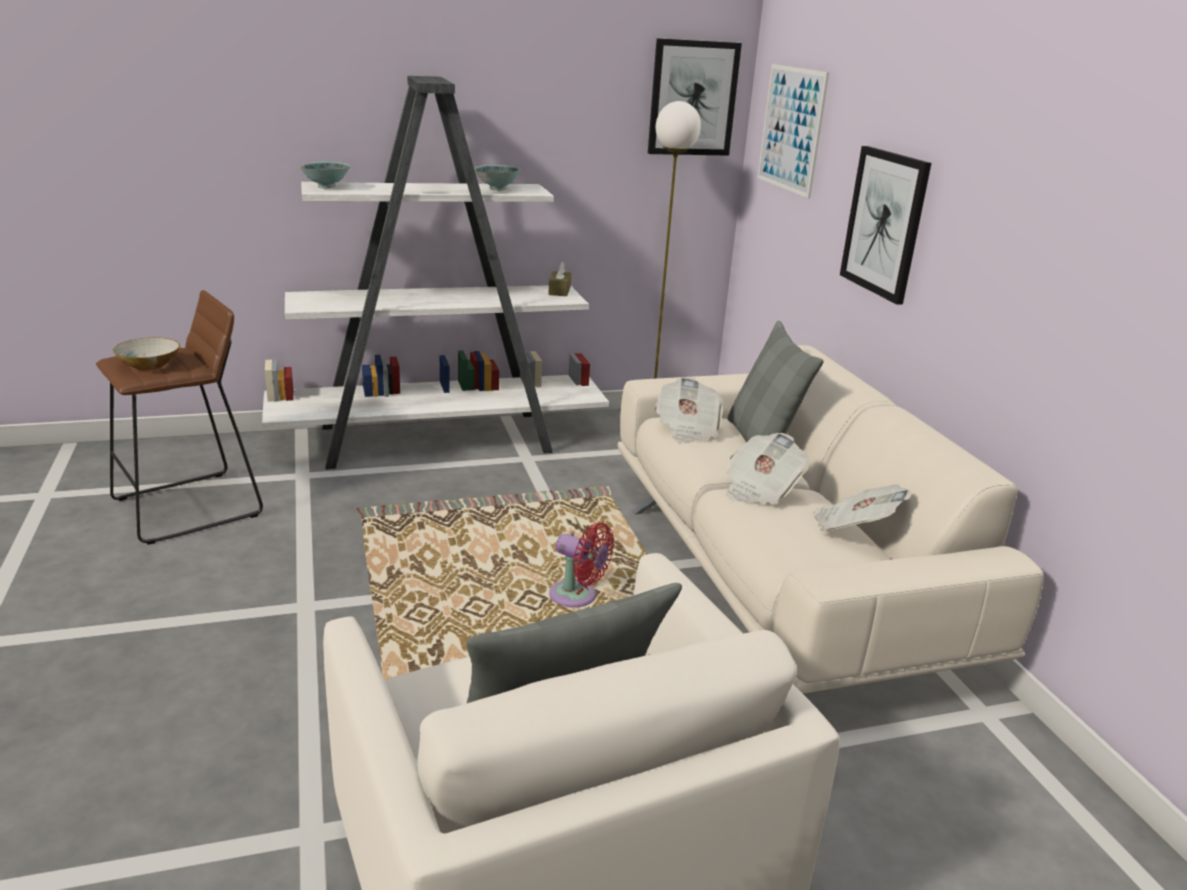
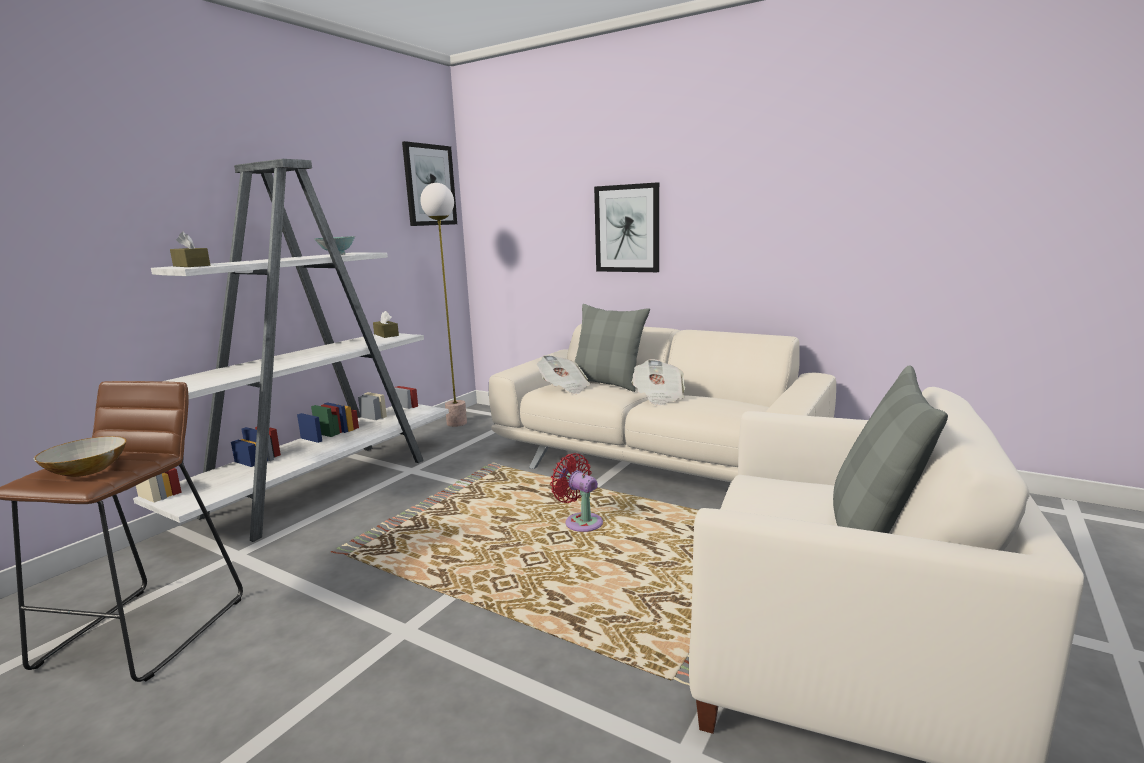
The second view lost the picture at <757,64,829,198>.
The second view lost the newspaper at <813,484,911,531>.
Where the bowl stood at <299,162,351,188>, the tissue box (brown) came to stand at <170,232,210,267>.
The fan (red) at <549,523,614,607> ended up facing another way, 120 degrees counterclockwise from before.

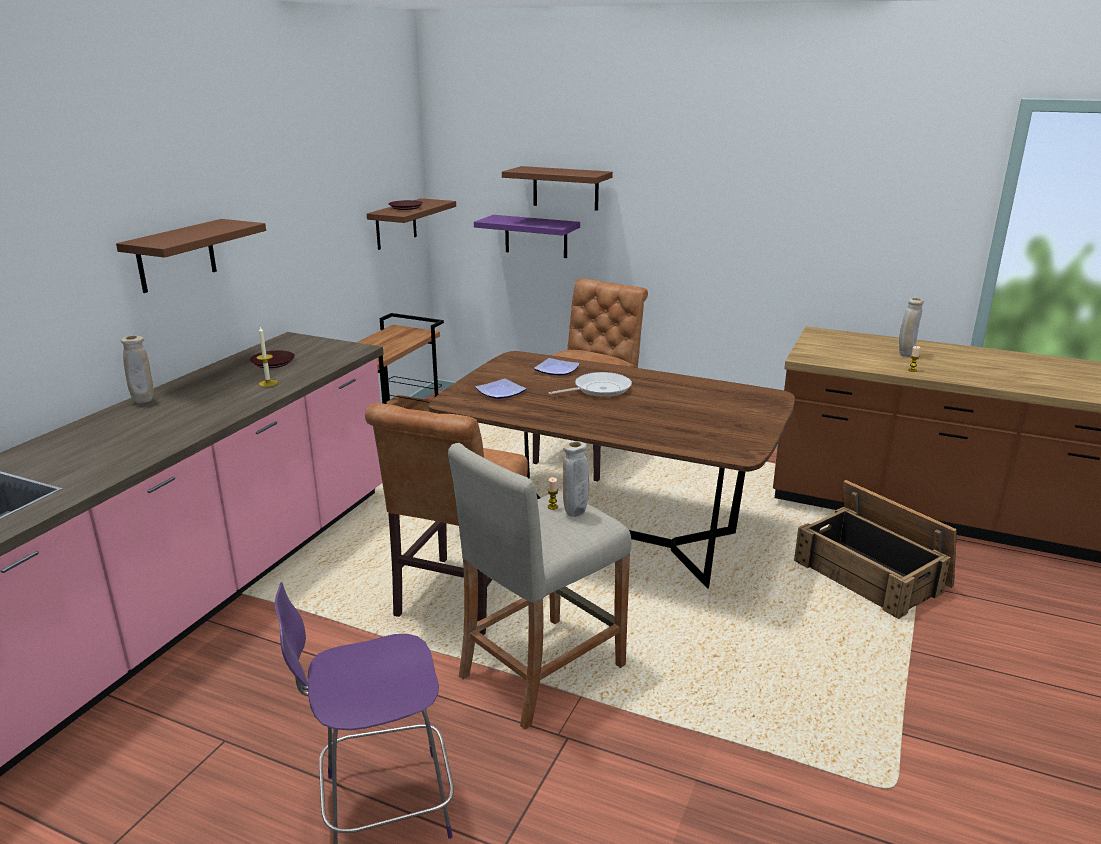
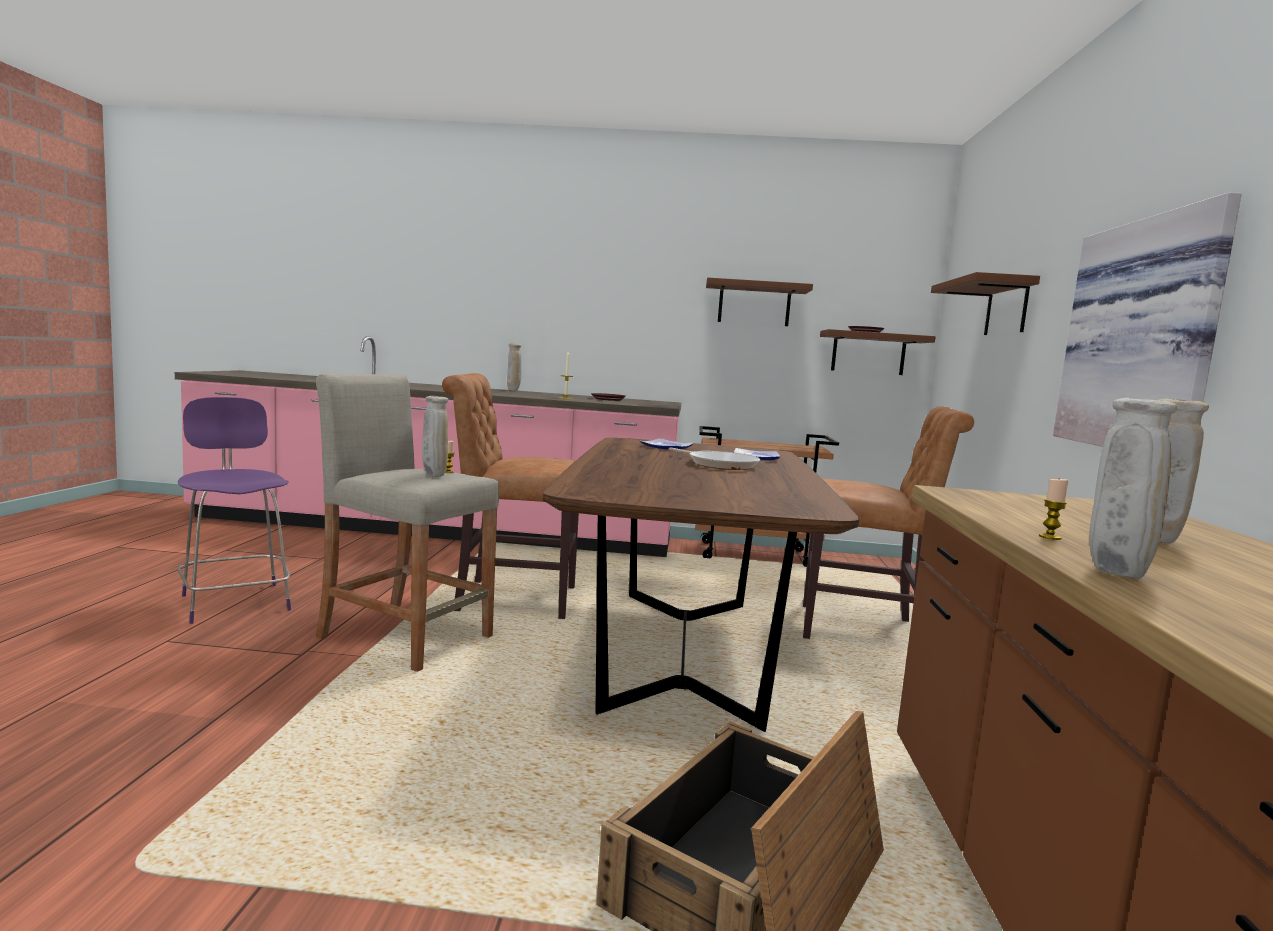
The second view lost the shelf (purple) at <474,215,580,258>.
The second view gained the picture at <1053,192,1242,447>.
The second view gained the vase (beige) at <1089,398,1177,578>.
The shelf (brown) ended up elsewhere, having gone from <116,219,266,293> to <706,277,813,326>.

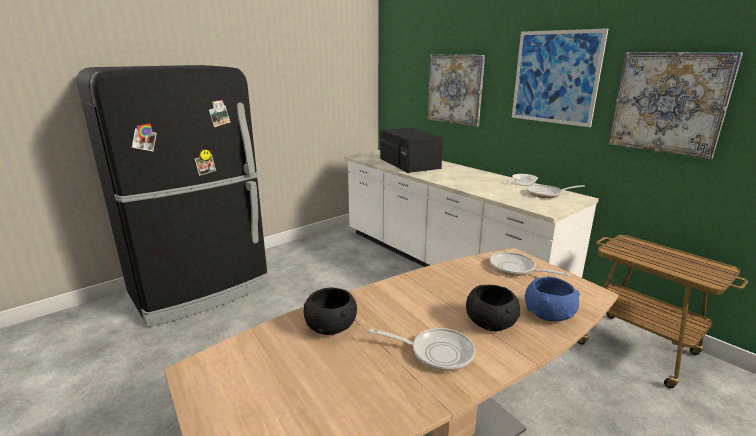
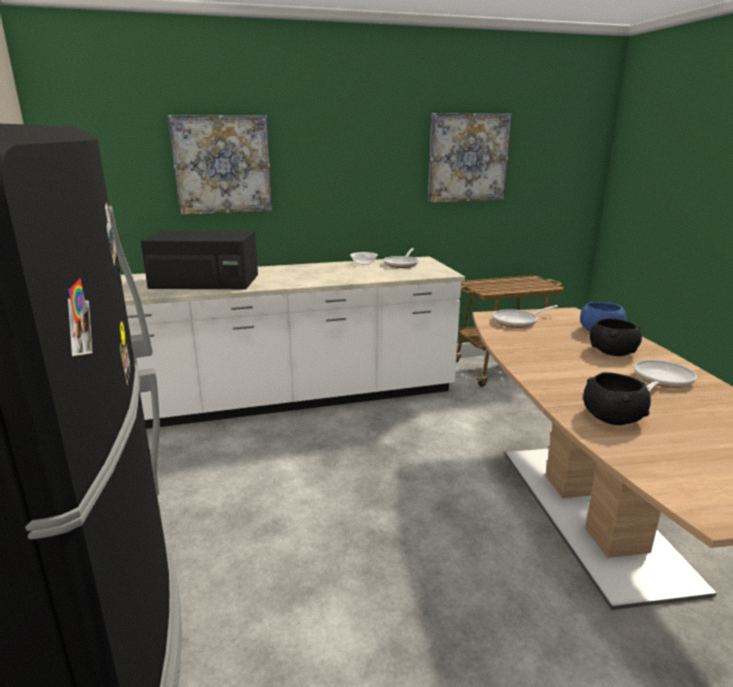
The second view lost the picture at <512,28,608,127>.

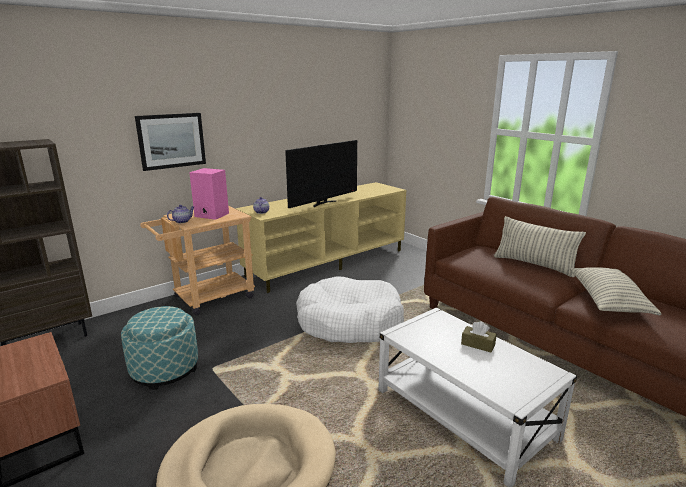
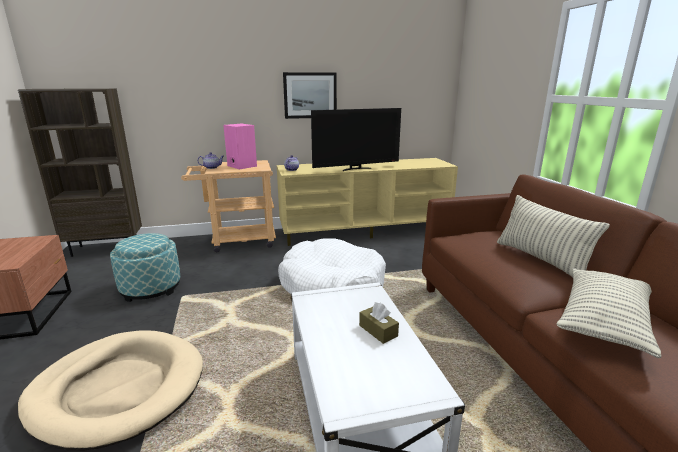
The picture ended up elsewhere, having gone from <135,113,206,171> to <283,72,337,119>.

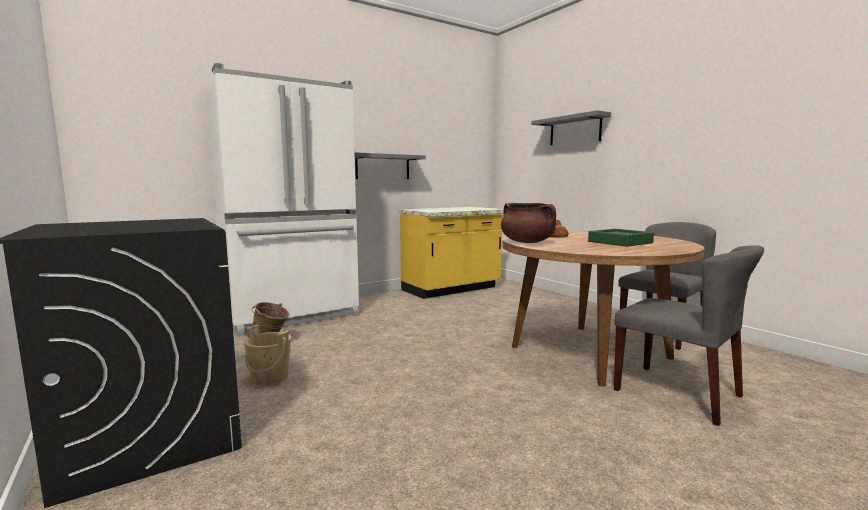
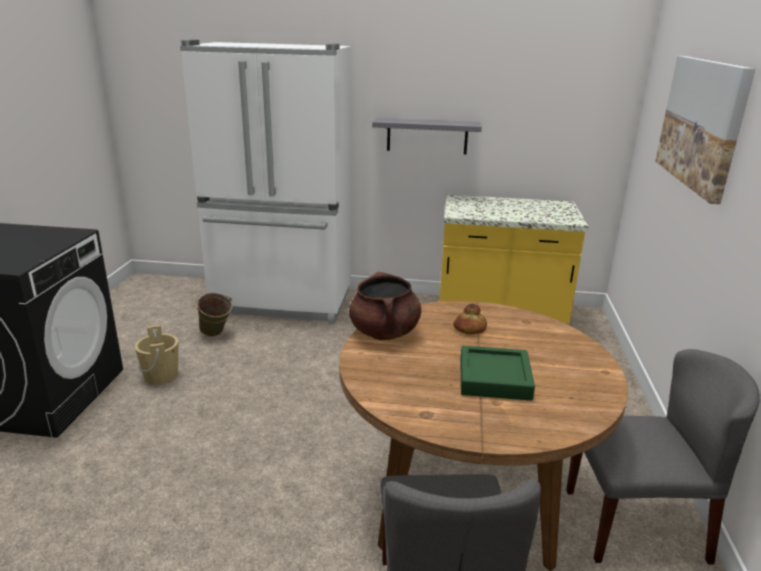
Where the shelf (grey) hung at <531,110,611,146>, the picture came to hang at <655,56,755,204>.

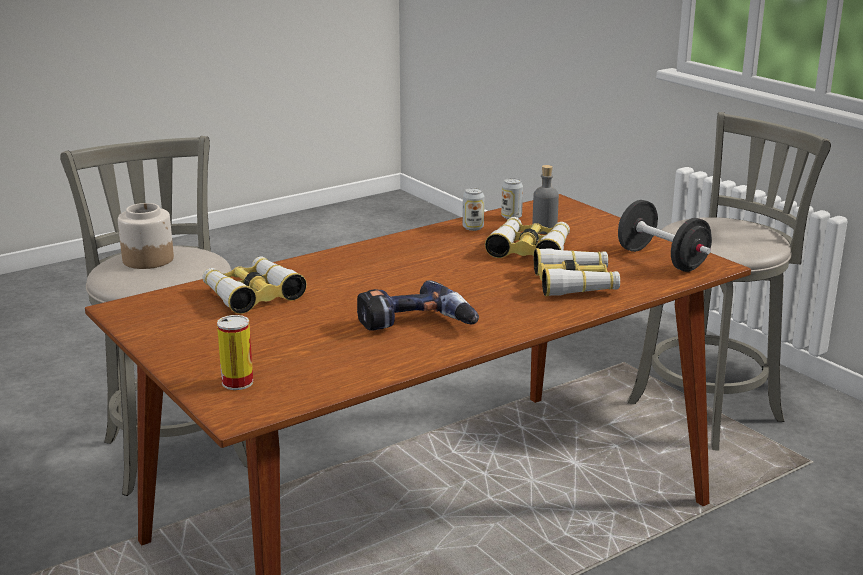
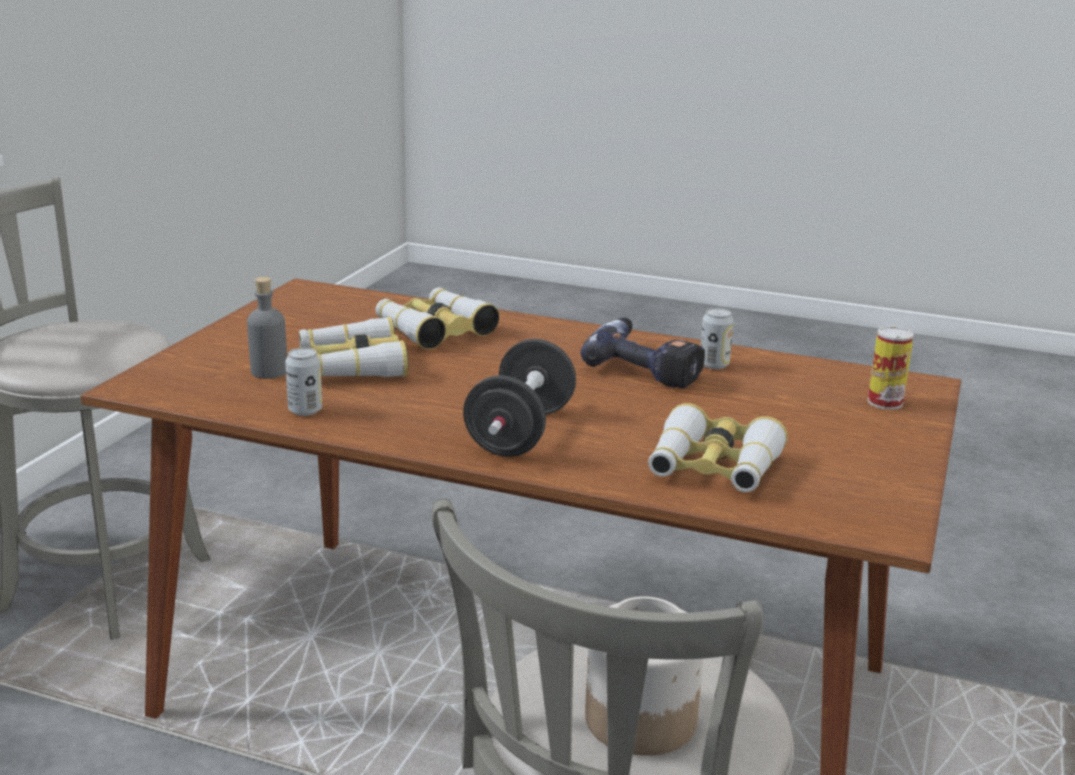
The can ended up elsewhere, having gone from <501,178,523,219> to <700,308,734,369>.
The dumbbell (black) ended up elsewhere, having gone from <618,200,712,272> to <463,339,576,457>.

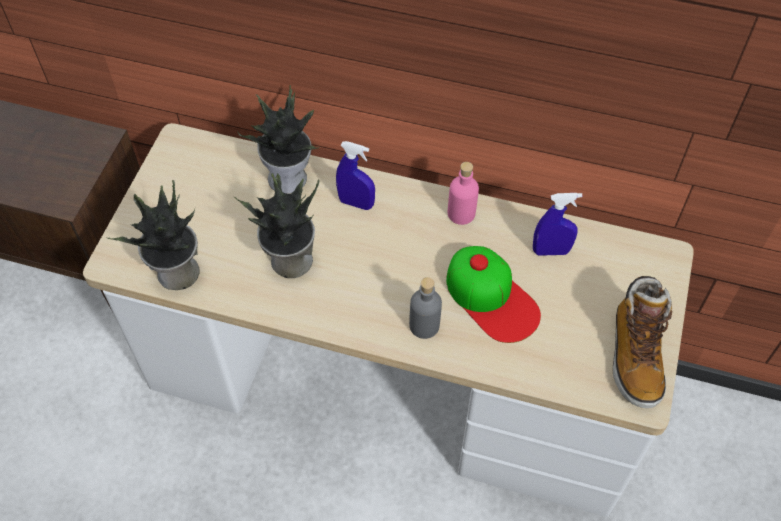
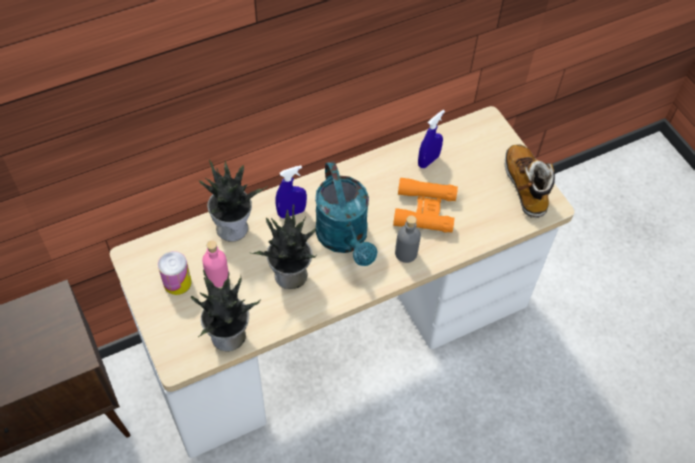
The second view gained the can at <158,251,191,295>.
The second view gained the watering can (turquoise) at <315,161,378,266>.
The bottle (pink) ended up elsewhere, having gone from <448,162,479,225> to <202,240,228,288>.
Where the cap stood at <446,246,541,343>, the binoculars (orange) came to stand at <393,177,458,233>.
The boot at <612,276,672,408> ended up facing another way, 150 degrees counterclockwise from before.

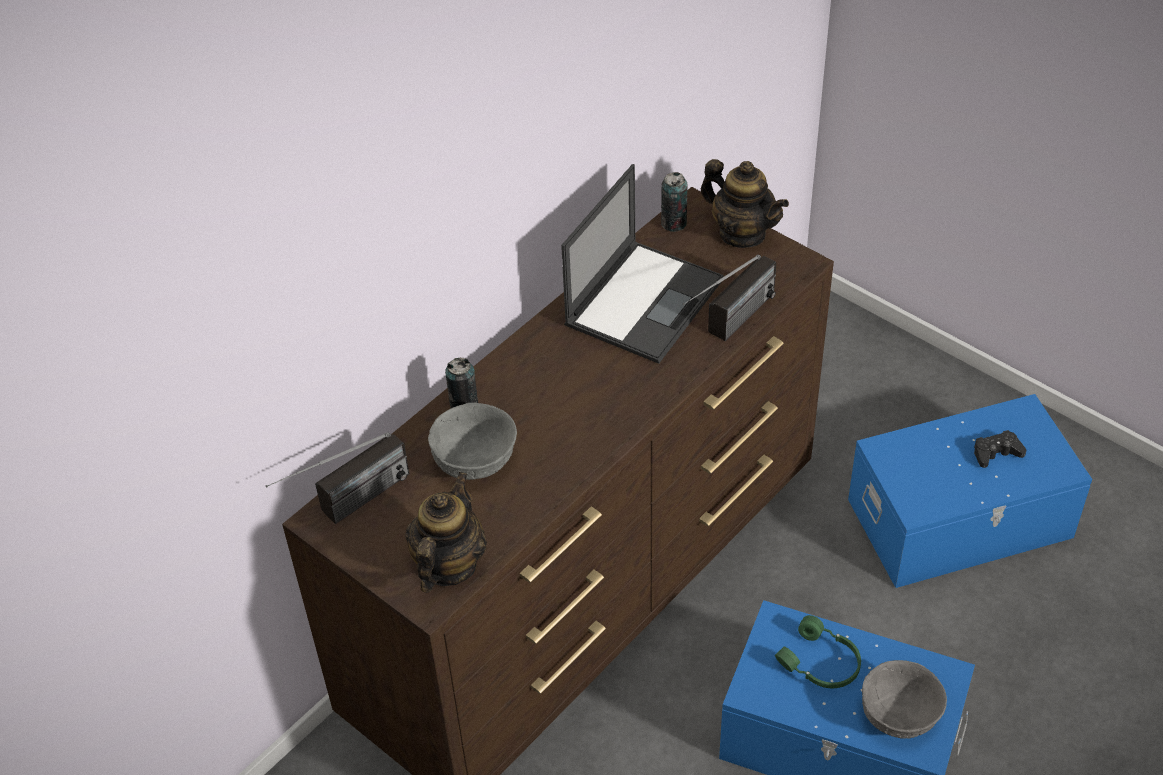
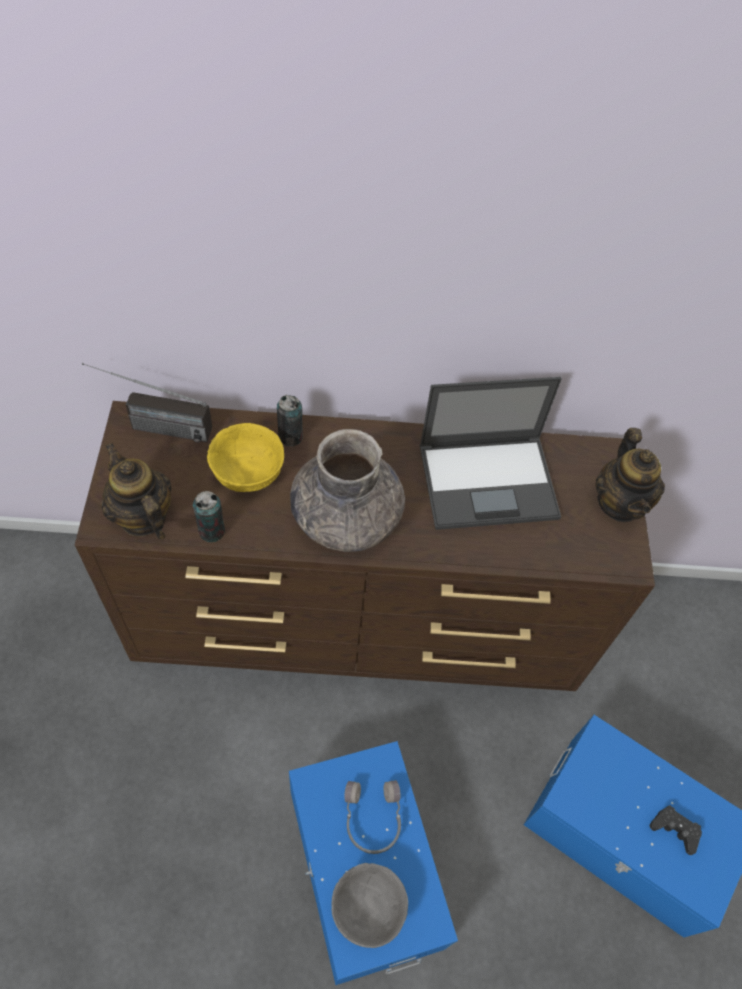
The second view lost the radio at <682,255,777,341>.
The second view gained the vase (grey) at <290,429,405,552>.
The can ended up elsewhere, having gone from <661,172,688,232> to <193,491,225,542>.
What was the bowl (grey) at <428,403,517,480> turned into the bowl (yellow) at <207,423,284,492>.
What was the headphones (green) at <775,615,861,688> turned into the headphones (grey) at <345,780,401,854>.
The teapot at <405,472,487,593> ended up facing another way, 105 degrees counterclockwise from before.

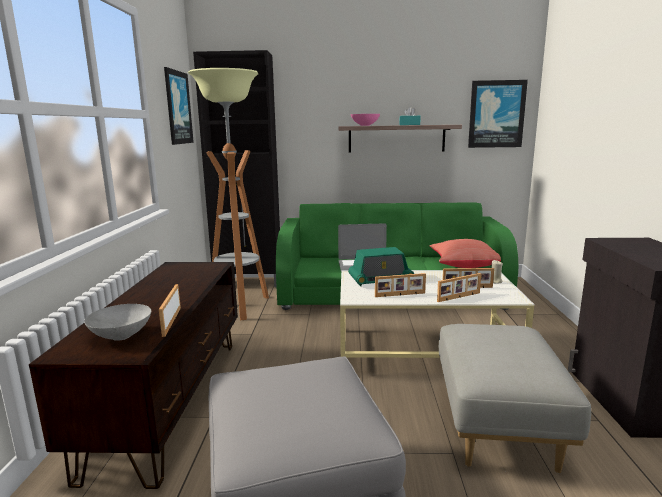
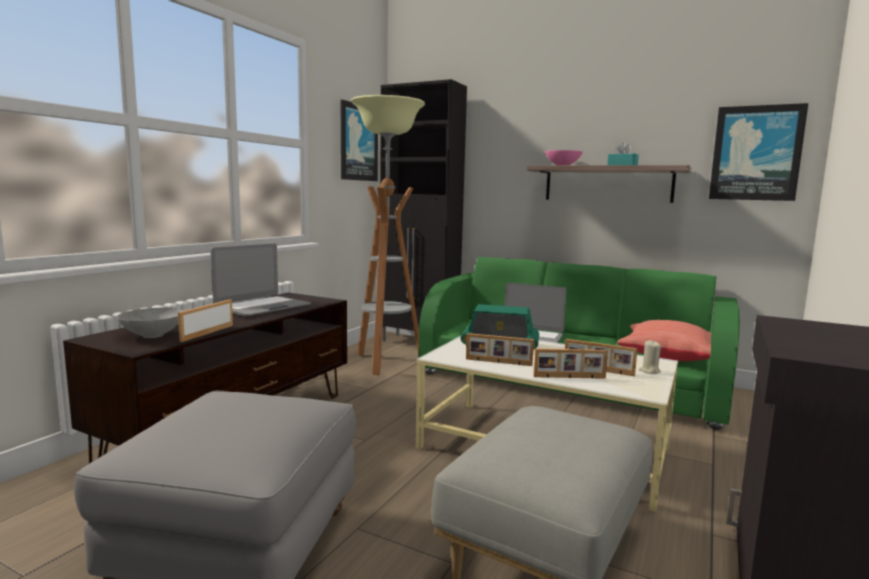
The second view gained the laptop at <210,243,311,316>.

